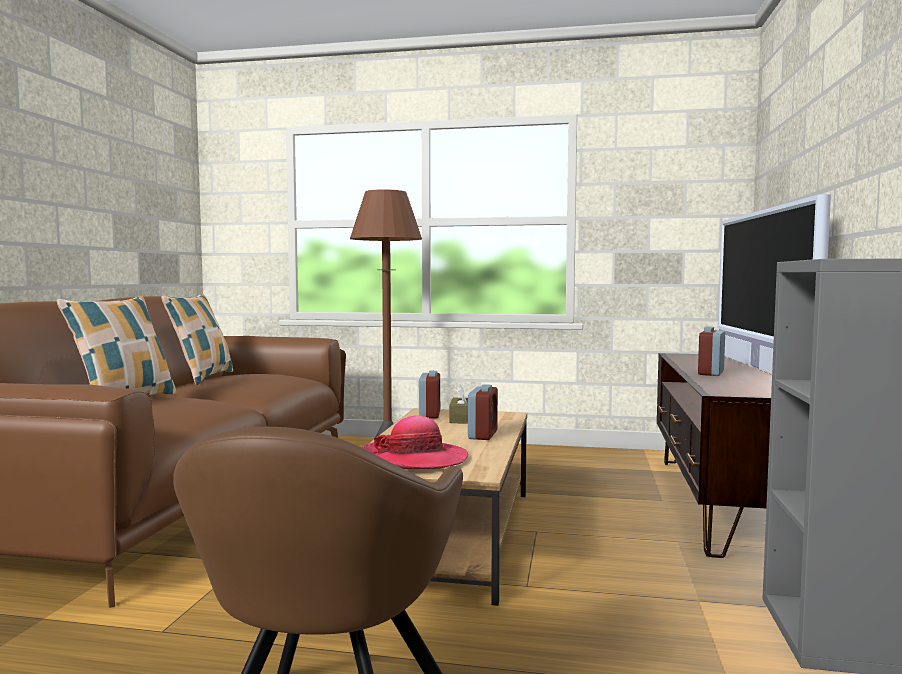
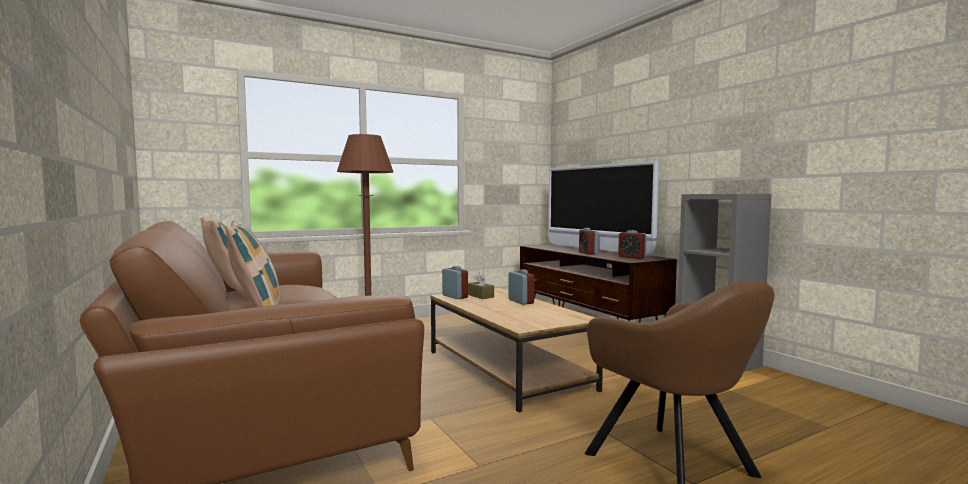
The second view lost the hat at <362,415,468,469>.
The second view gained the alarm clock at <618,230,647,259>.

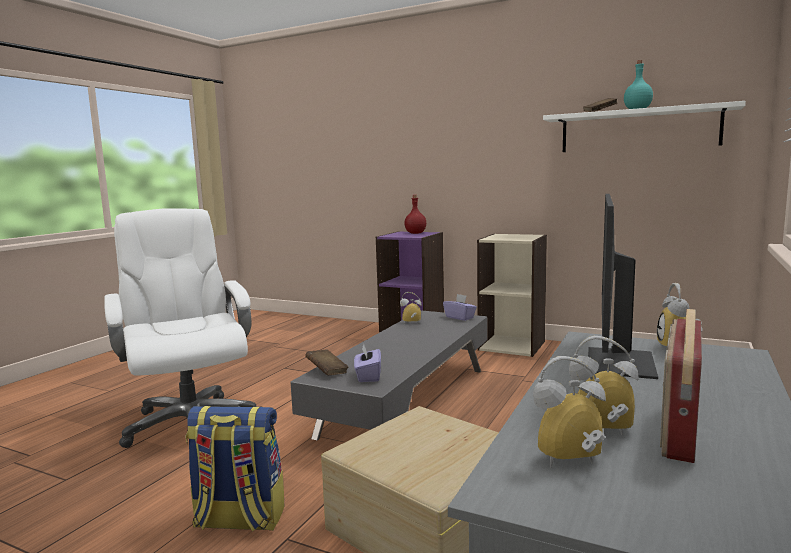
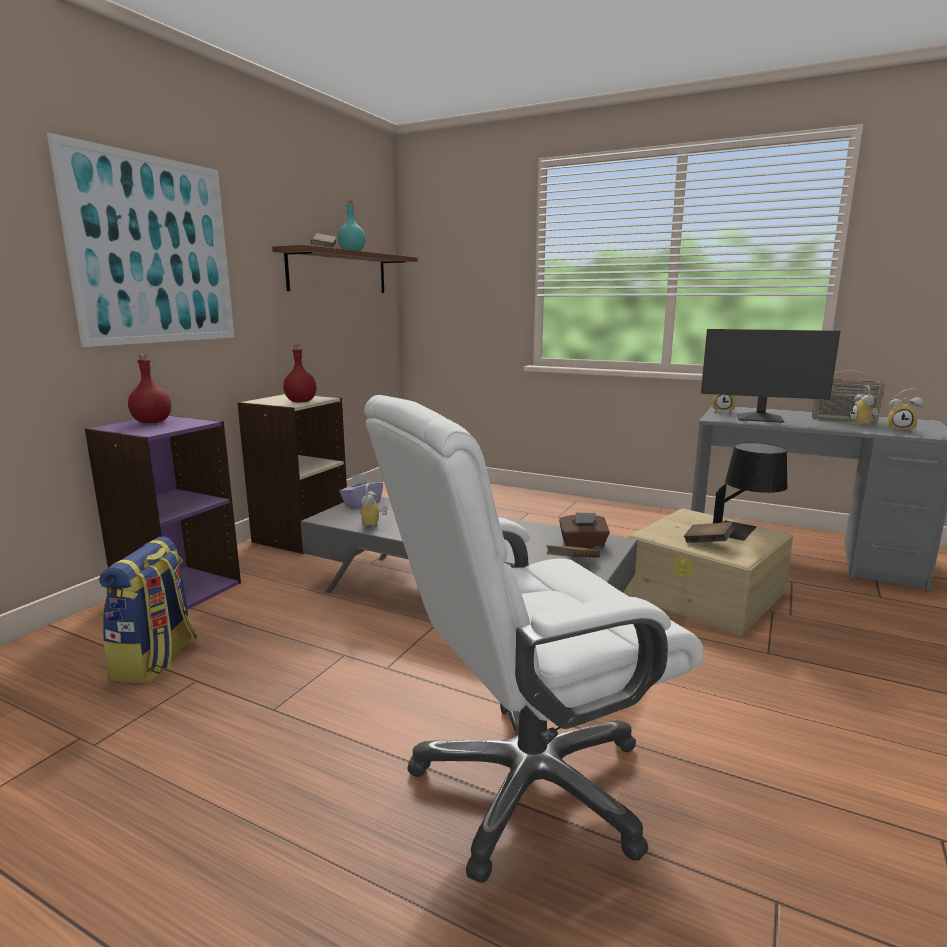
The second view gained the picture at <47,133,234,347>.
The second view gained the bottle (red) at <283,345,317,402>.
The second view gained the book (brown) at <684,522,734,543>.
The second view gained the table lamp (black) at <713,443,787,541>.
The backpack ended up elsewhere, having gone from <186,406,284,531> to <99,537,197,683>.
What was the tissue box (purple) at <354,343,381,382> turned into the tissue box (brown) at <559,512,610,548>.
What was the shelf (white) at <543,101,746,152> turned into the shelf (brown) at <272,245,418,293>.
The alarm clock at <533,356,606,468> ended up facing another way, 60 degrees counterclockwise from before.

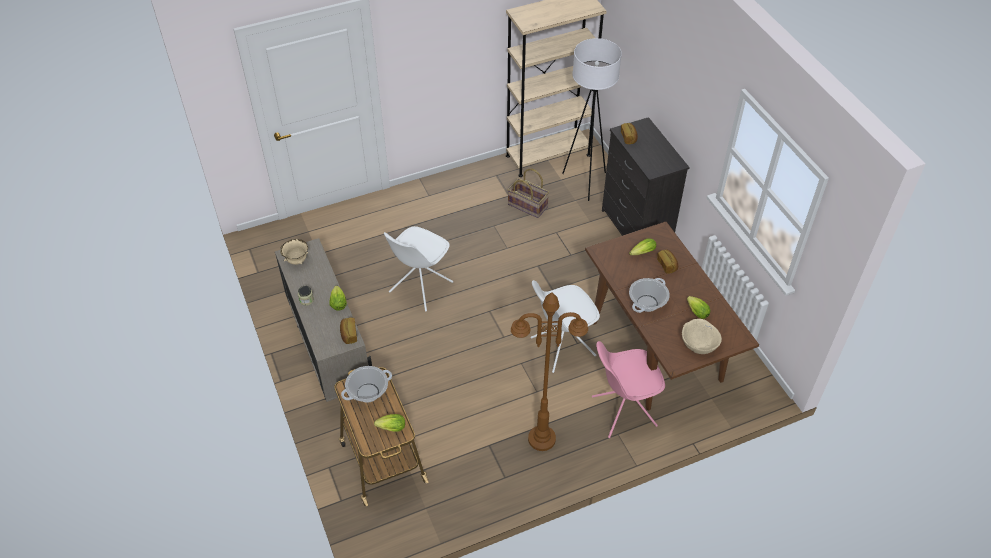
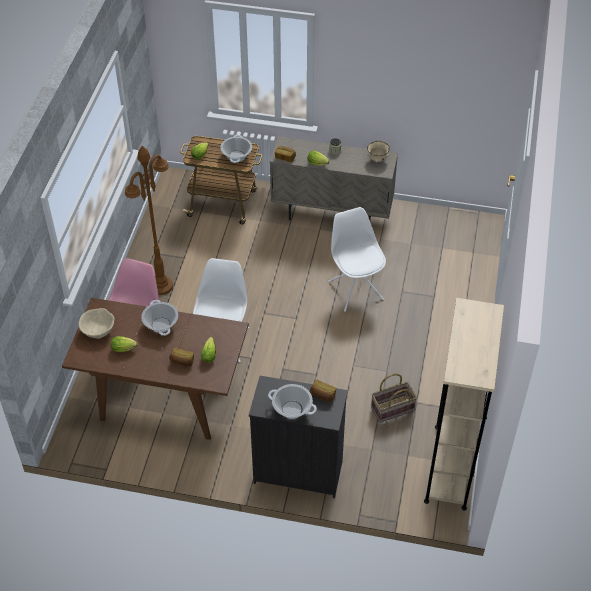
The second view lost the floor lamp (white) at <562,38,622,201>.
The second view gained the cooking pot at <268,384,317,419>.

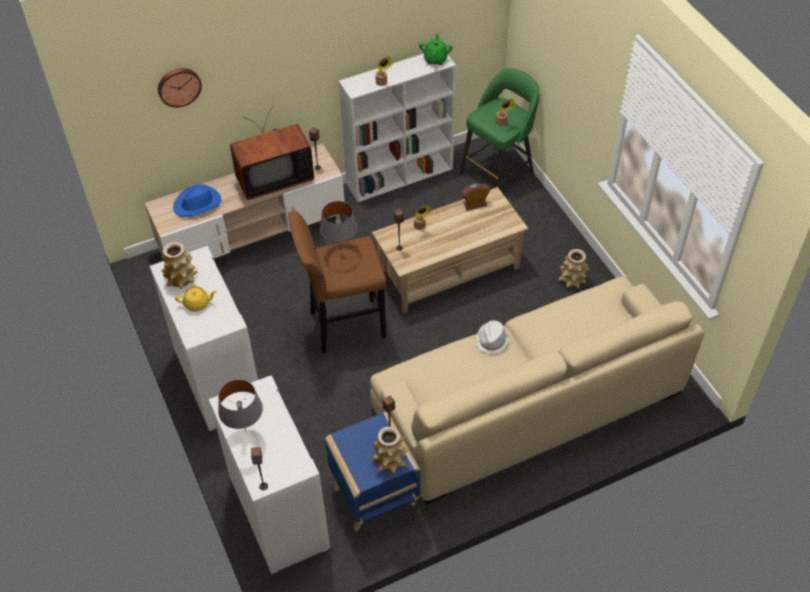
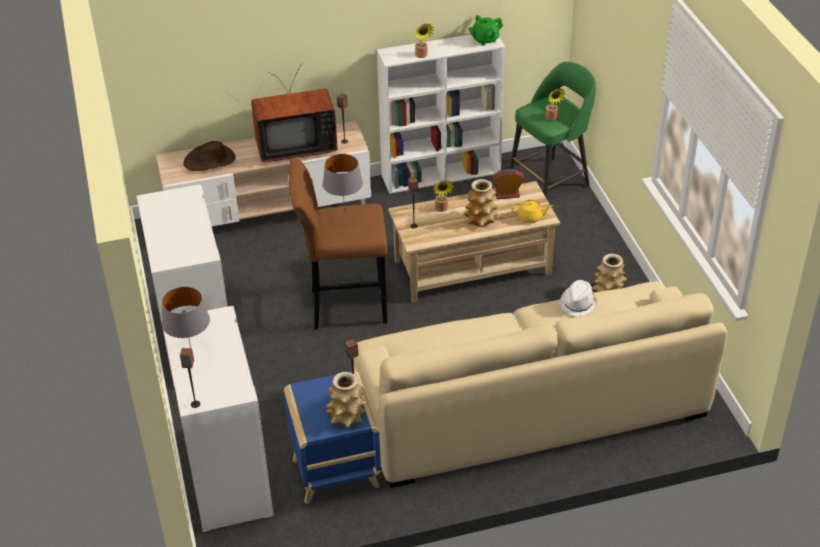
The second view lost the wall clock at <158,68,202,107>.
The vase ended up elsewhere, having gone from <161,242,197,289> to <464,179,498,227>.
The teapot (yellow) ended up elsewhere, having gone from <175,286,217,311> to <512,200,552,223>.
The hat (white) ended up elsewhere, having gone from <476,320,509,355> to <560,280,597,317>.
What was the hat (blue) at <173,184,221,217> turned into the hat (brown) at <183,141,236,171>.
The teapot (green) at <419,34,453,65> ended up facing another way, 135 degrees counterclockwise from before.

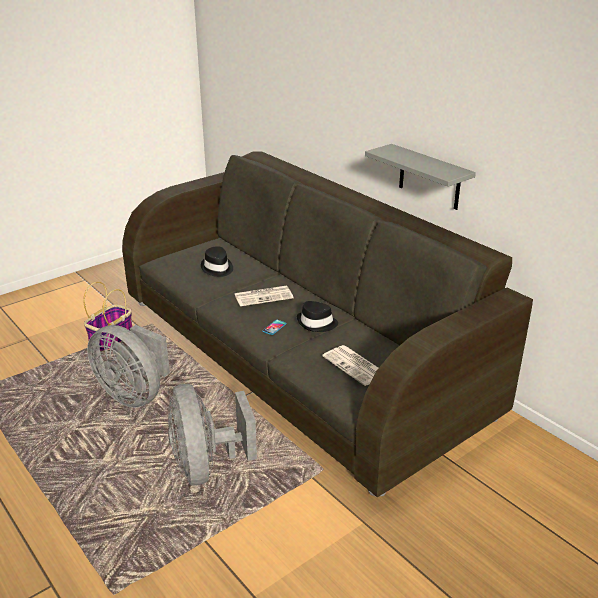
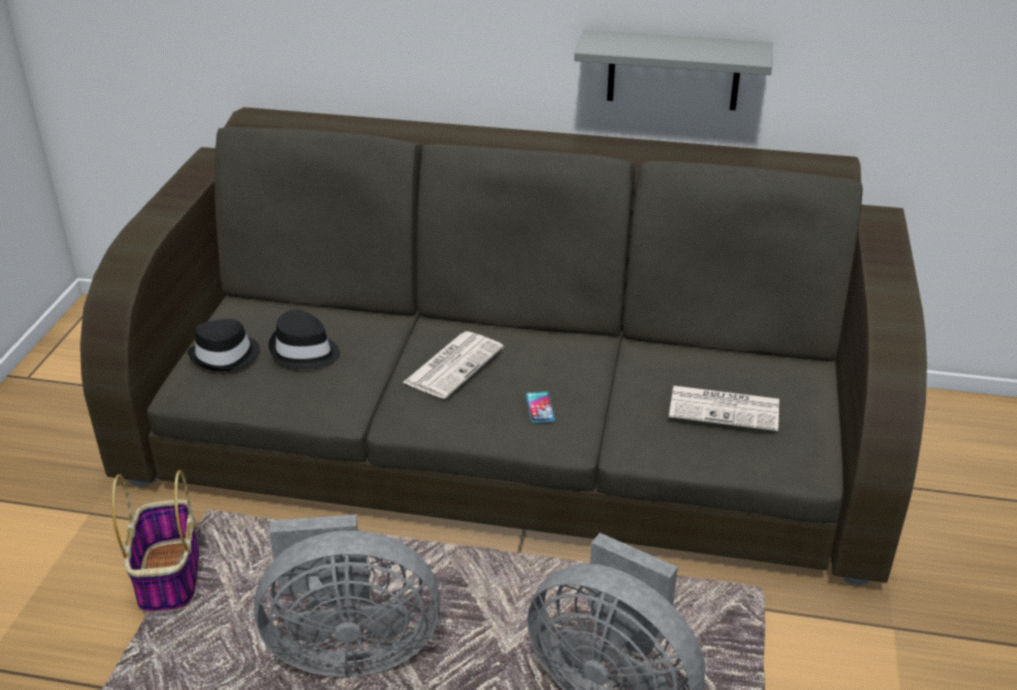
The hat (black) ended up elsewhere, having gone from <297,301,338,332> to <187,319,260,371>.

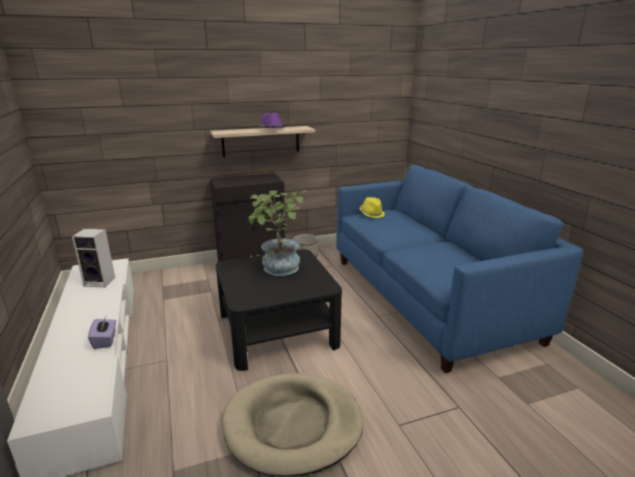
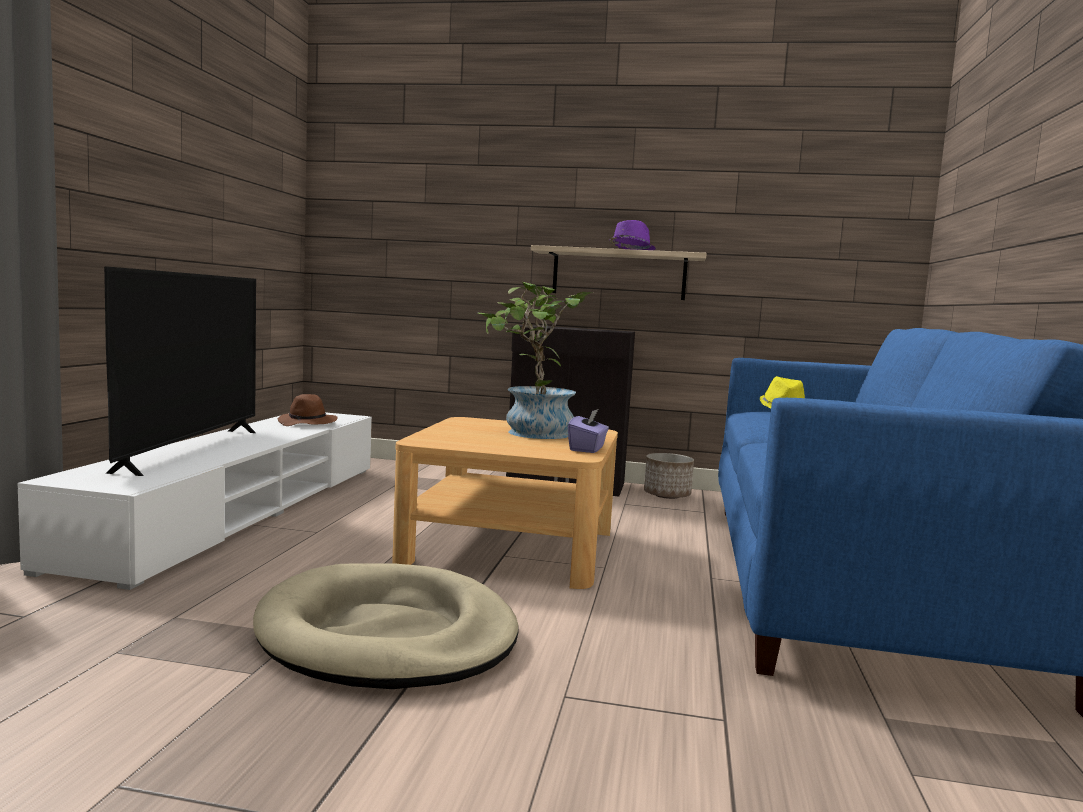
The second view gained the television at <104,266,256,476>.
The tissue box (purple) ended up elsewhere, having gone from <88,317,116,349> to <568,409,609,453>.
Where the speaker stood at <72,229,115,287>, the hat (brown) came to stand at <278,394,338,426>.
What was the coffee table (black) at <215,249,342,371> turned into the coffee table (beige) at <392,417,618,589>.

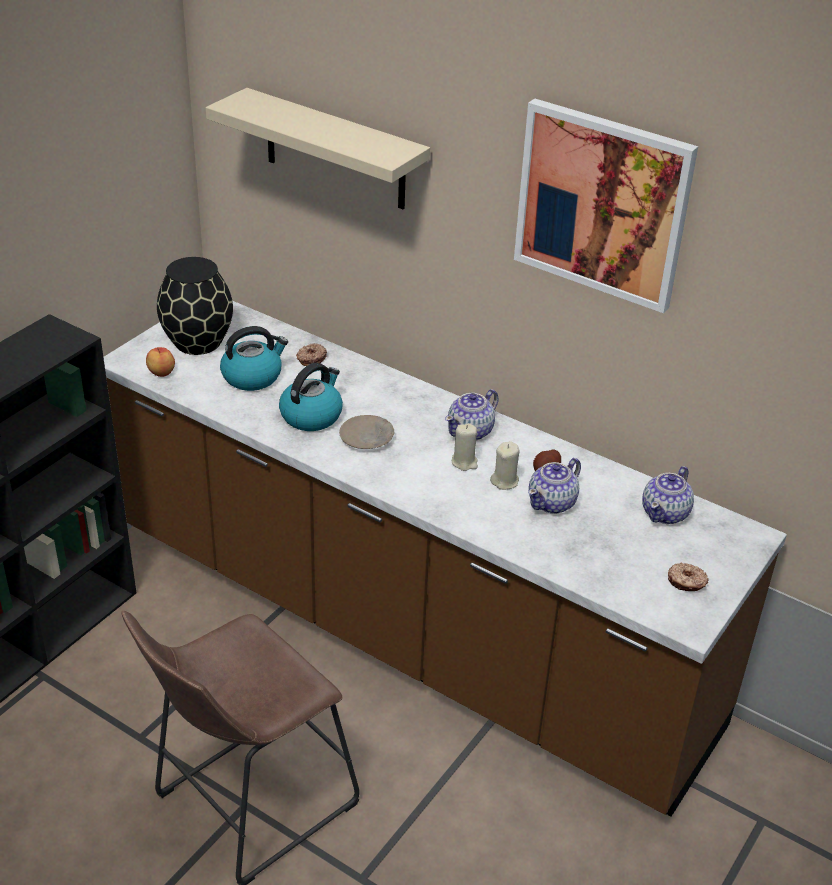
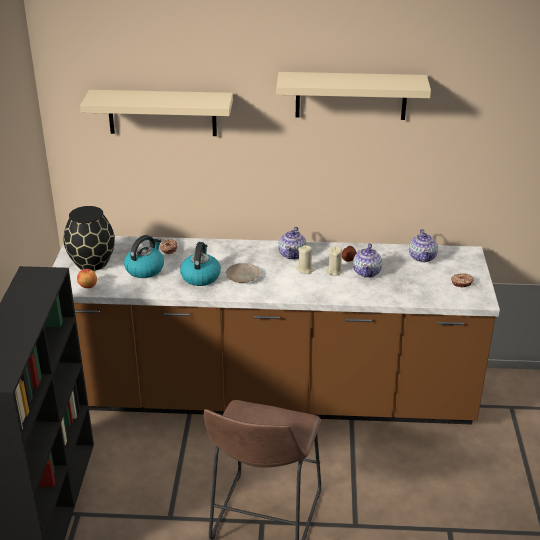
Where the picture hung at <514,99,698,313>, the shelf (beige) came to hang at <277,72,431,120>.

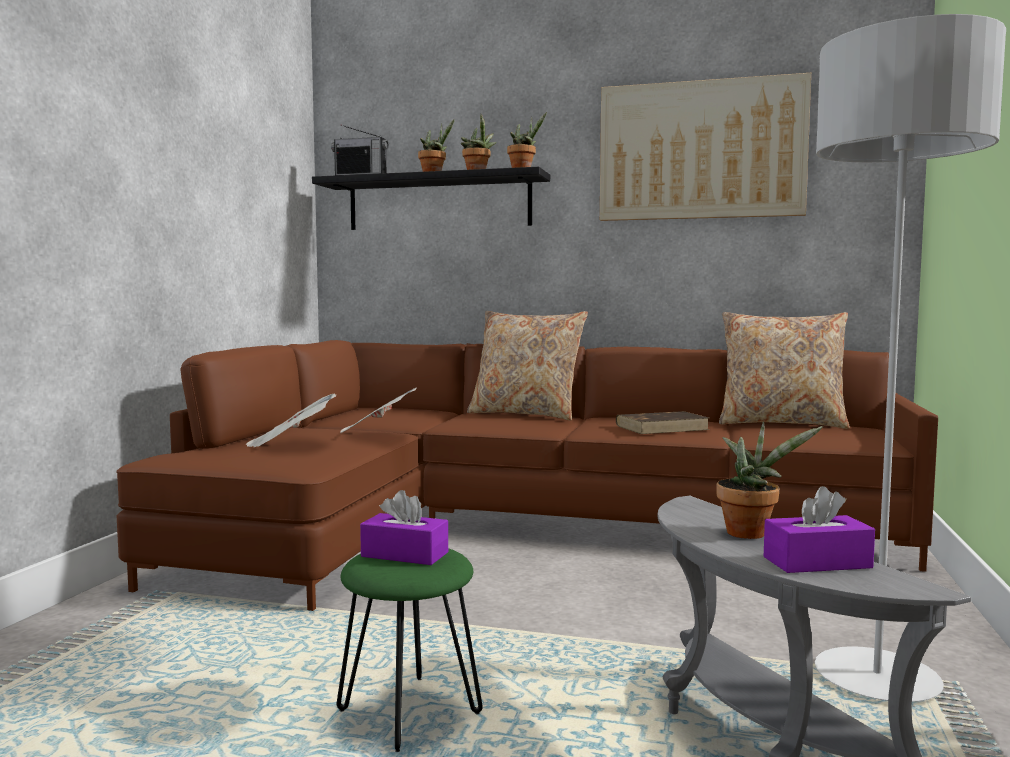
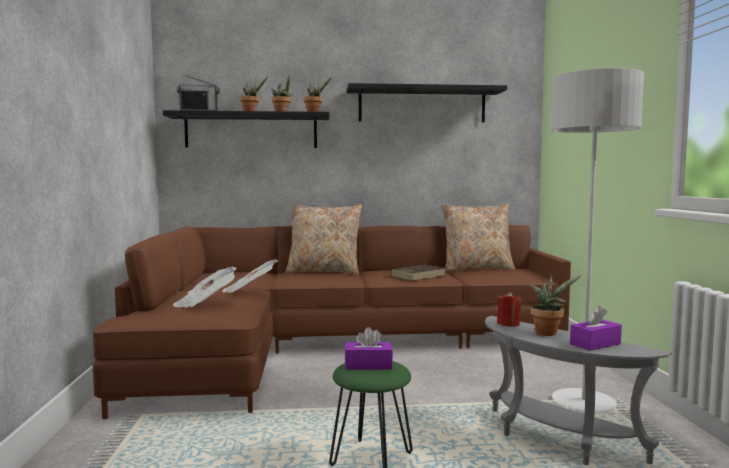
The second view gained the candle (red) at <497,292,521,327>.
Where the picture hung at <600,73,811,221>, the shelf (black) came to hang at <347,83,507,122>.

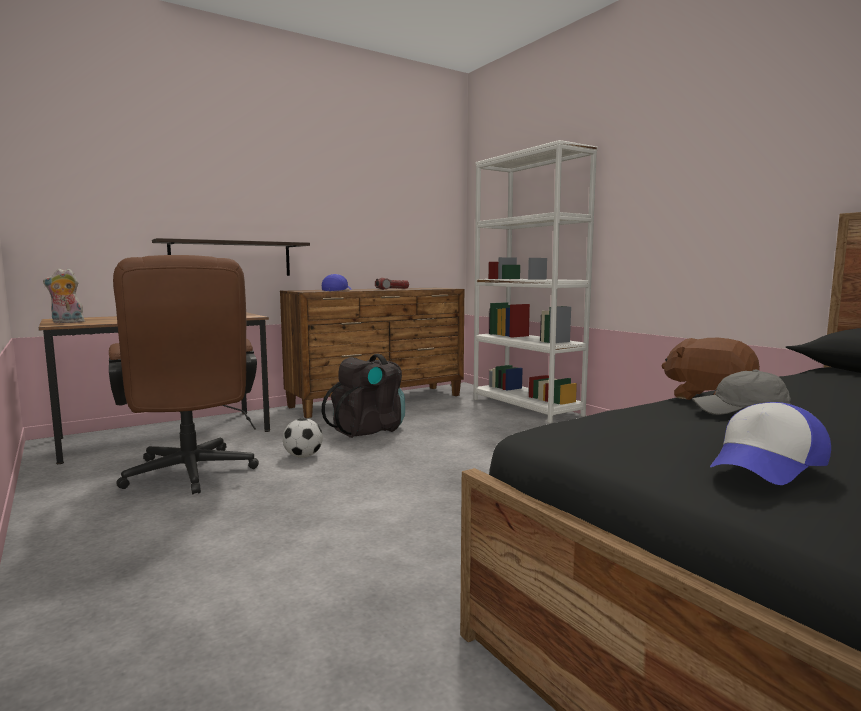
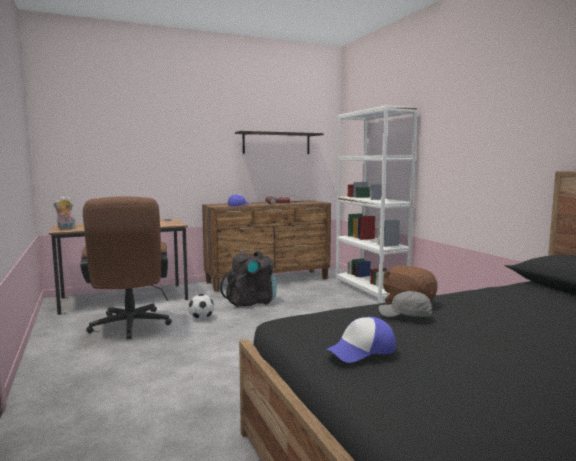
The shelf ended up elsewhere, having gone from <152,238,310,276> to <235,131,324,154>.

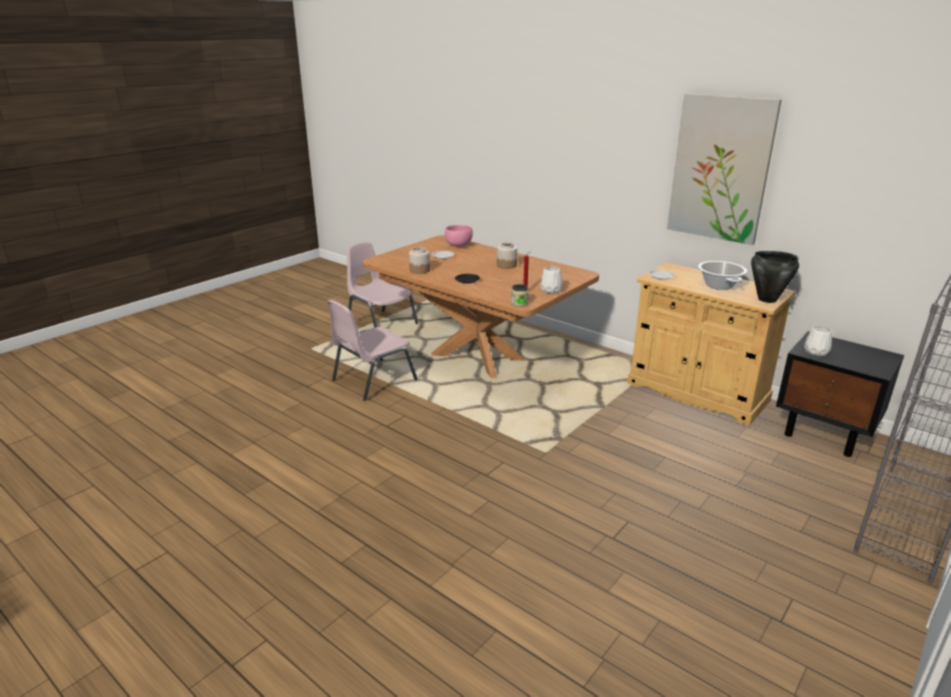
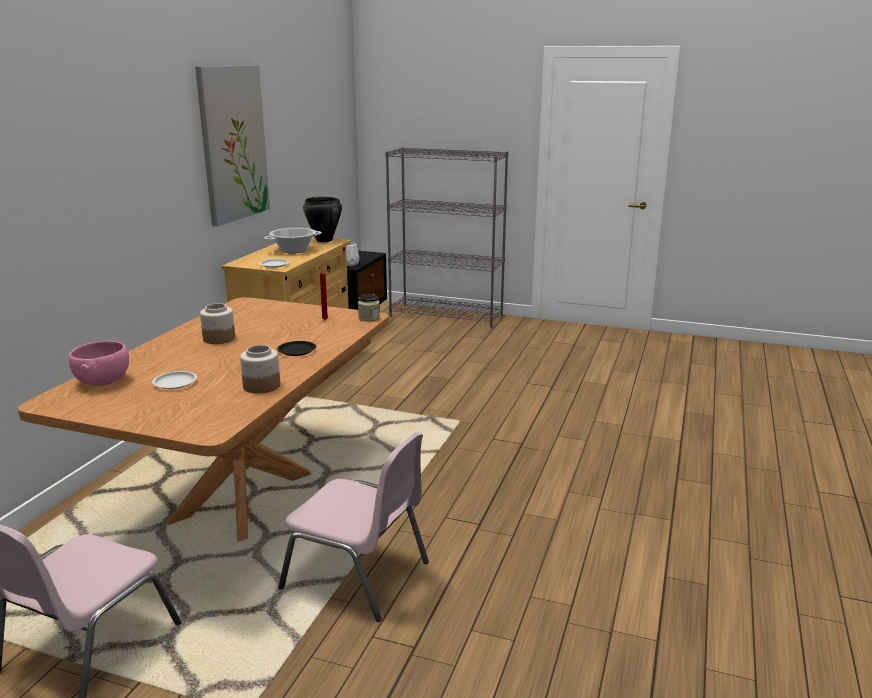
The second view lost the vase (white) at <541,266,562,294>.

